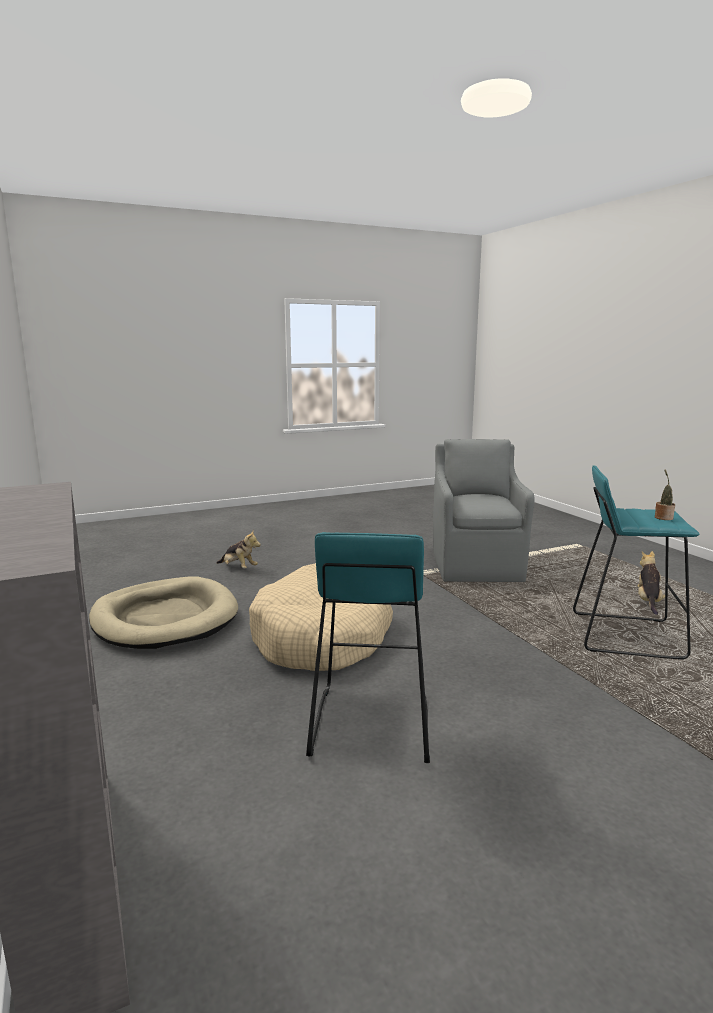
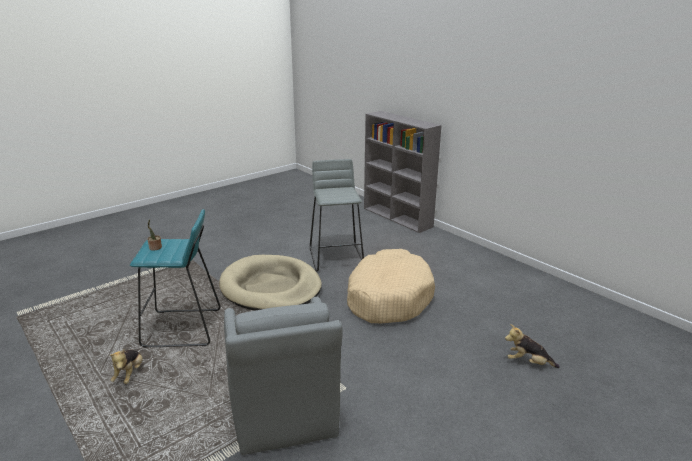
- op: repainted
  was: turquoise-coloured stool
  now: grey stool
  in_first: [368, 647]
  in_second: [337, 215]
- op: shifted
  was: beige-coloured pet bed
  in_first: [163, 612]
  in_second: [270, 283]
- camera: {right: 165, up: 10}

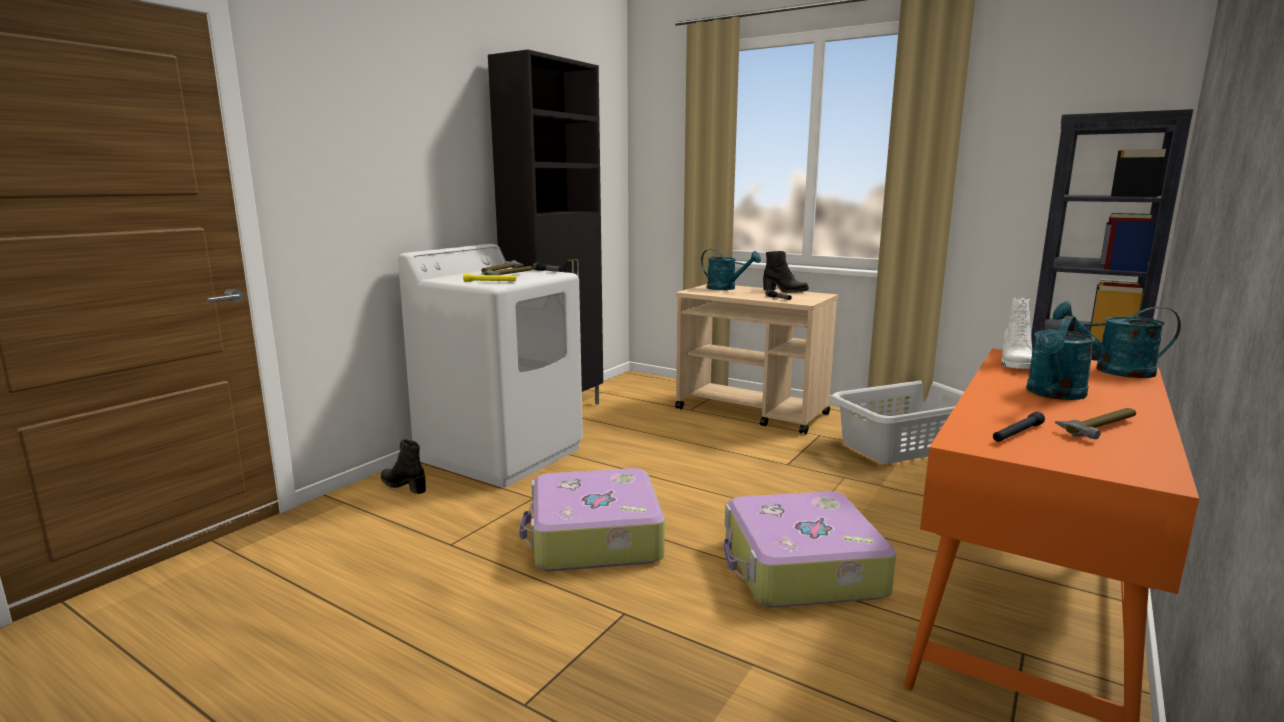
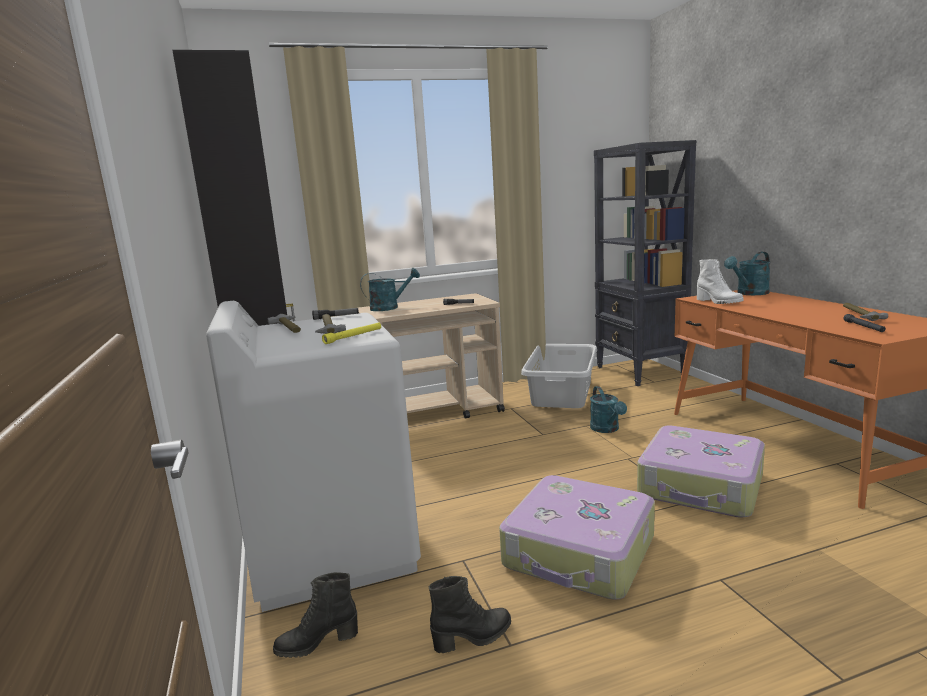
- op: shifted
  was: black-coloured high-top boot
  in_first: [786, 272]
  in_second: [469, 614]
- op: shifted
  was: turquoise-coloured watering can
  in_first: [1060, 358]
  in_second: [608, 409]
- camera: {right: -50, up: 0}

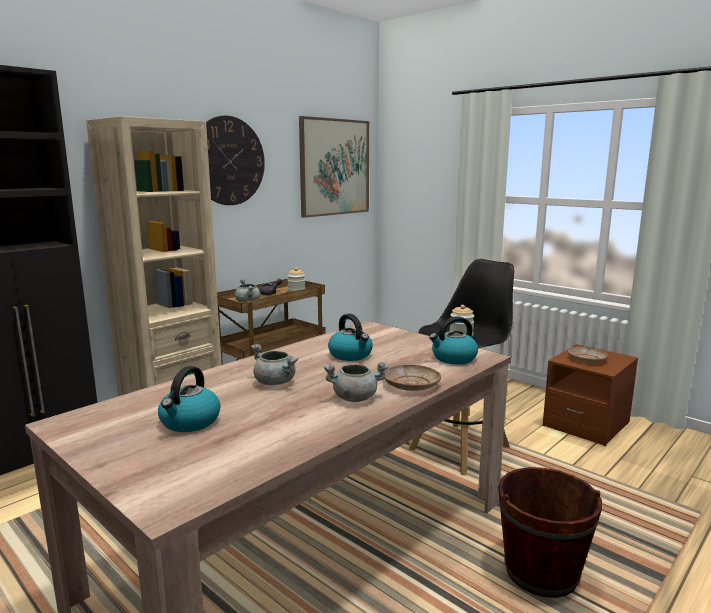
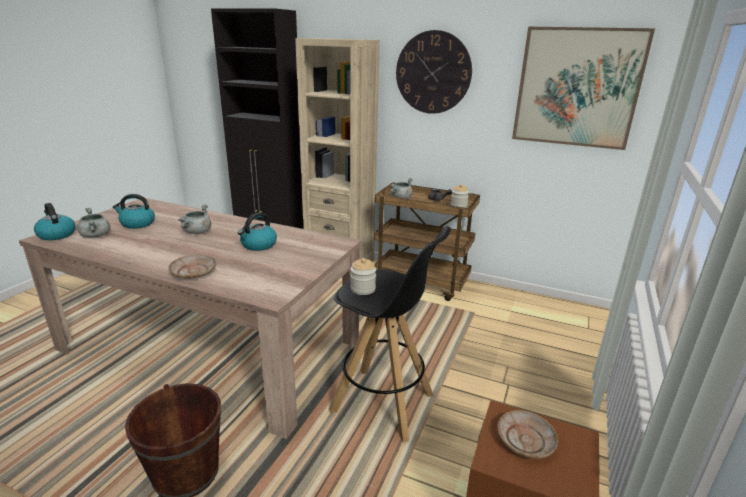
- op: shifted
  was: tea kettle
  in_first: [453, 340]
  in_second: [55, 221]
- op: shifted
  was: grey stockpot
  in_first: [356, 382]
  in_second: [93, 222]
- camera: {right: 70, up: 10}

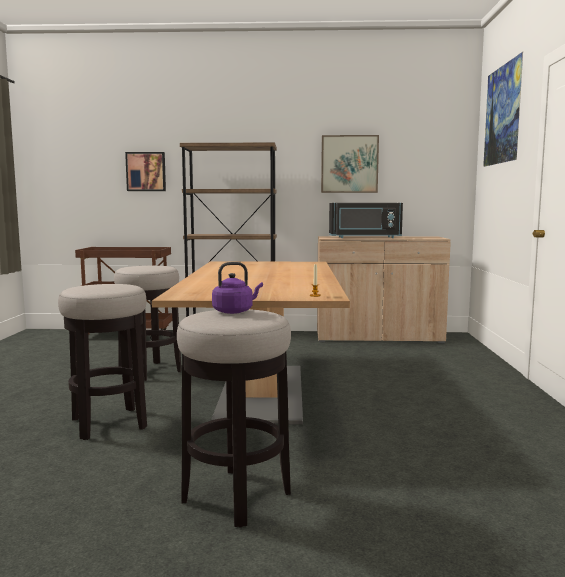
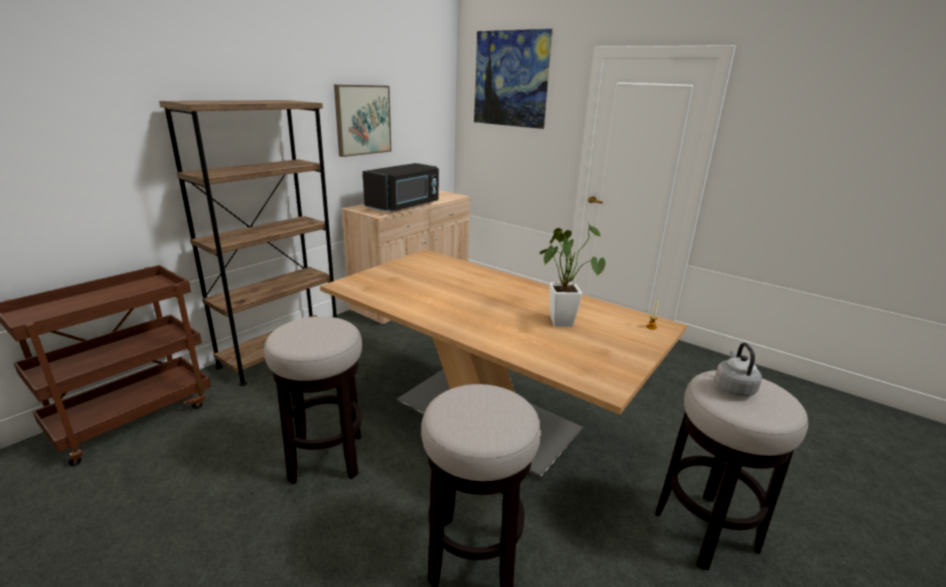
- op: gone
  was: wall art
  in_first: [145, 171]
- op: repainted
  was: purple-coloured tea kettle
  now: grey tea kettle
  in_first: [237, 288]
  in_second: [738, 370]
- op: new
  now: potted plant
  in_second: [572, 275]
- camera: {right: -55, up: 15}

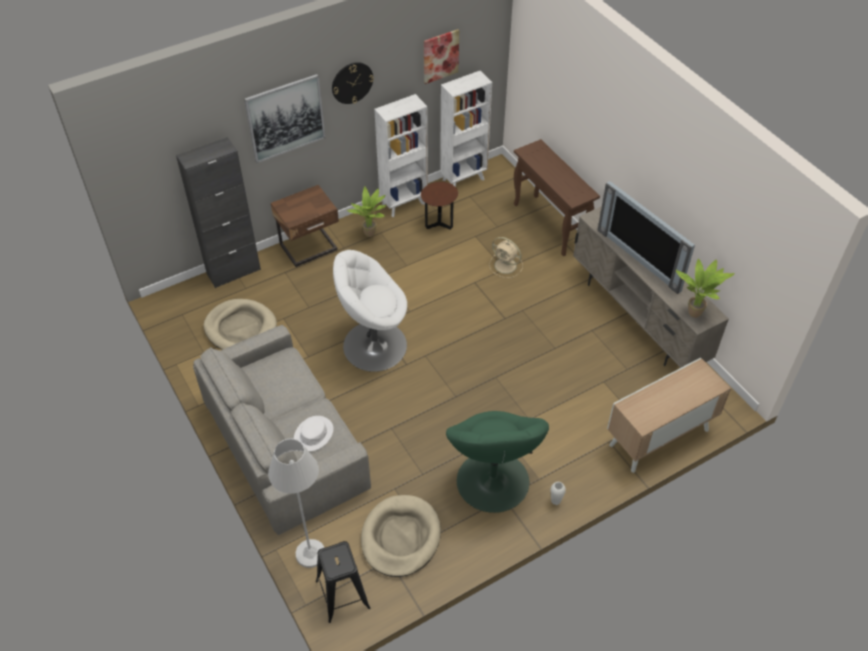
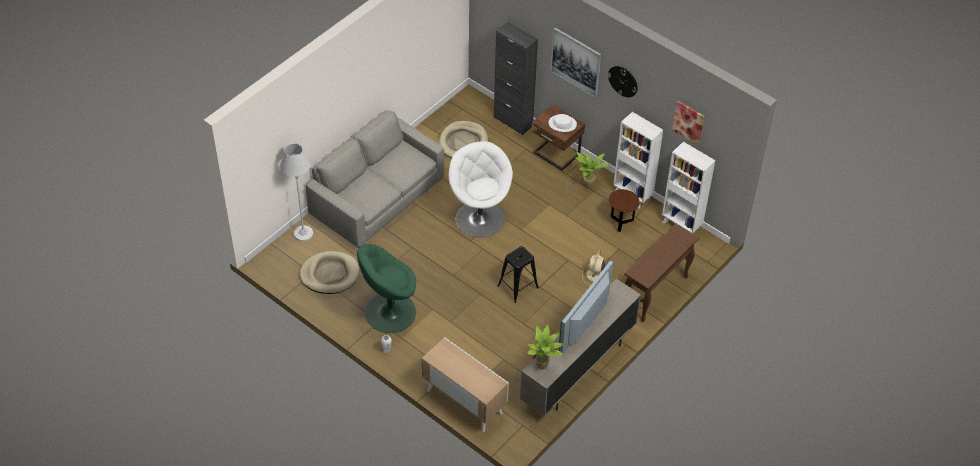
- op: shifted
  was: white-coloured hat
  in_first: [313, 433]
  in_second: [562, 123]
- op: shifted
  was: black-coloured stool
  in_first: [343, 582]
  in_second: [518, 274]
- camera: {right: 70, up: 0}

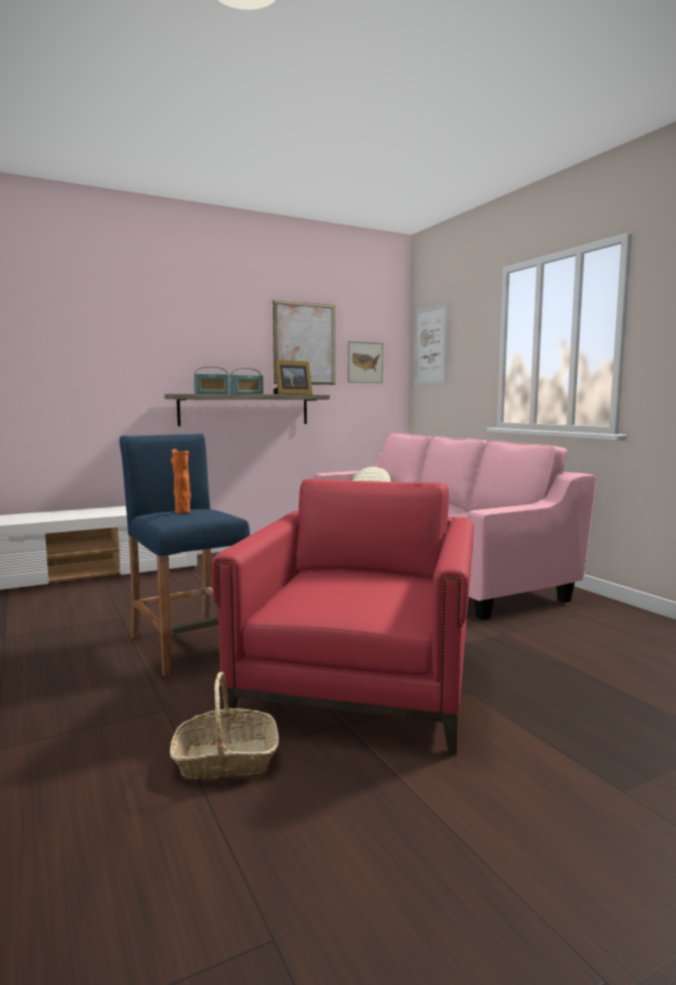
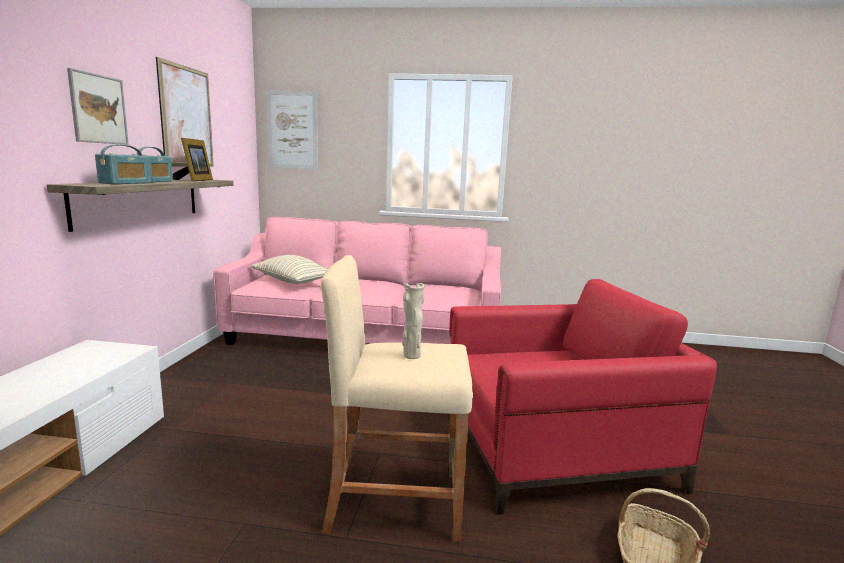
- op: shifted
  was: wall art
  in_first: [365, 362]
  in_second: [98, 106]
- op: repainted
  was: blue-coloured stool
  now: beige-coloured stool
  in_first: [184, 555]
  in_second: [397, 398]
- op: repainted
  was: orangey vase
  now: beige-coloured vase
  in_first: [181, 481]
  in_second: [414, 321]
- op: rotated
  was: reddish easy chair
  in_first: [342, 617]
  in_second: [583, 396]
  clockwise: 120
- camera: {right: -55, up: 5}

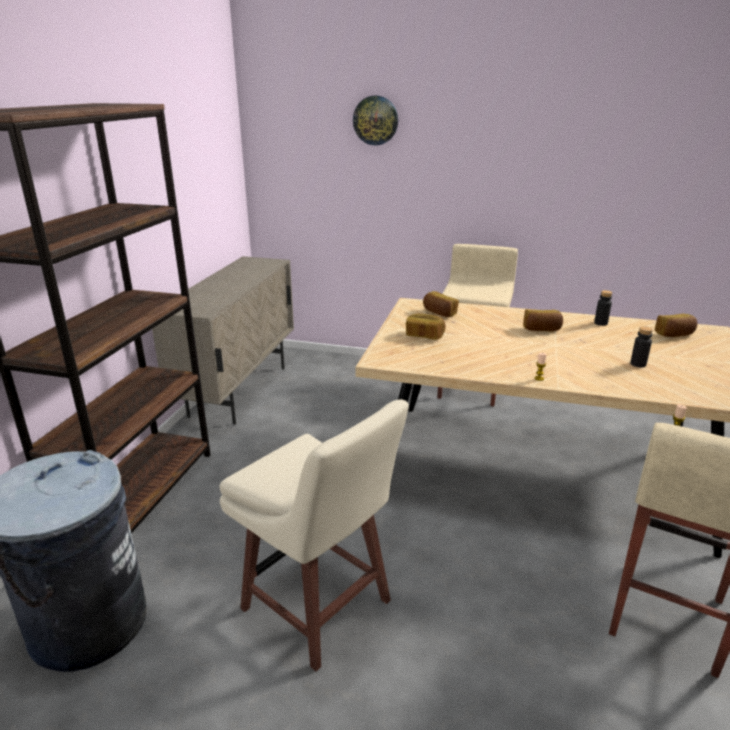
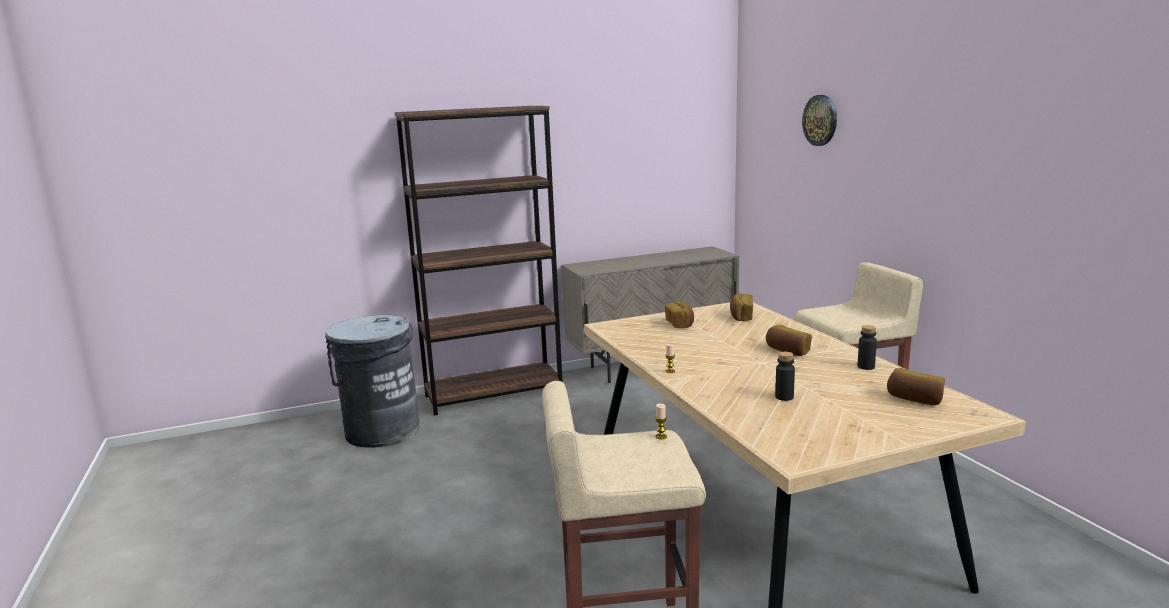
- op: gone
  was: beige-coloured stool
  in_first: [314, 535]
- camera: {right: 55, up: -10}

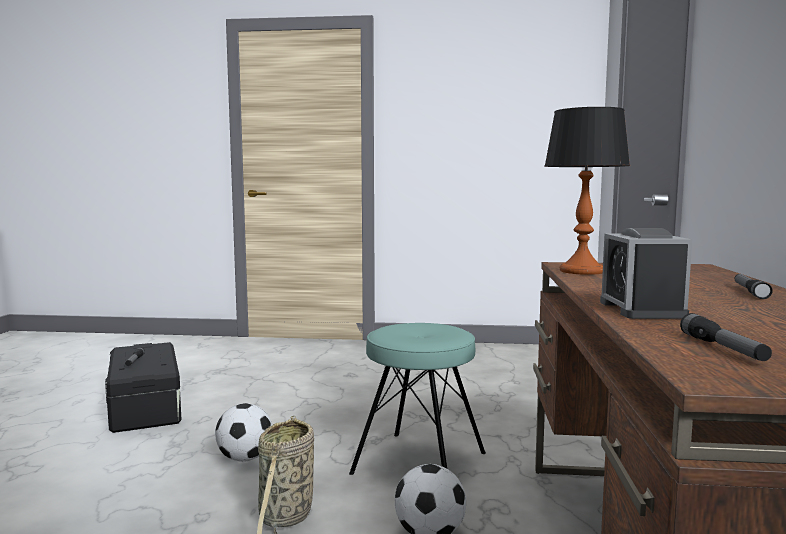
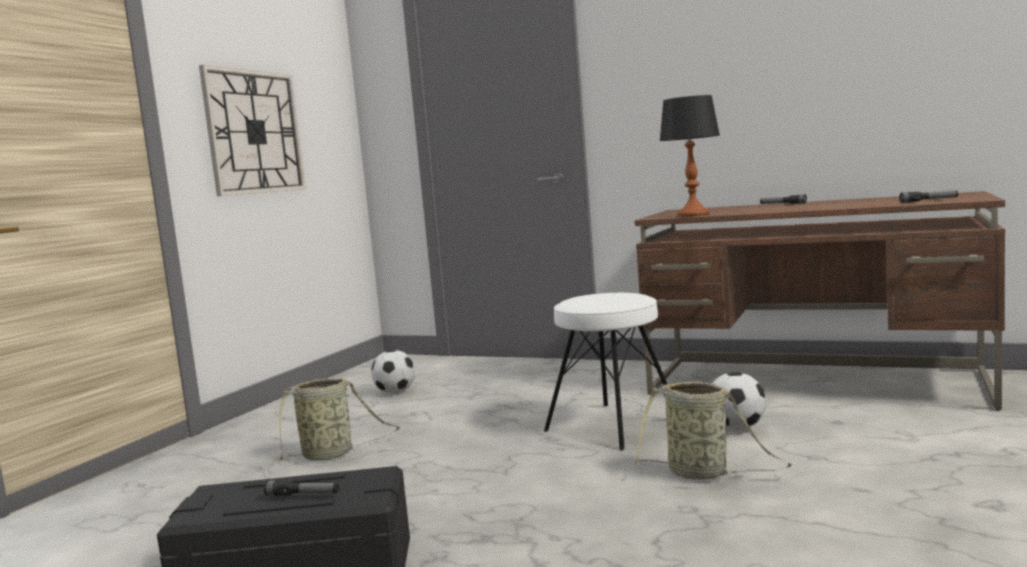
- op: gone
  was: alarm clock
  in_first: [646, 273]
- op: repainted
  was: turquoise-coloured stool
  now: white-coloured stool
  in_first: [417, 399]
  in_second: [606, 371]
- op: shifted
  was: football ball
  in_first: [243, 432]
  in_second: [393, 372]
- op: new
  now: hanging clock
  in_second: [252, 131]
- op: new
  now: basket
  in_second: [336, 419]
- camera: {right: -70, up: 0}

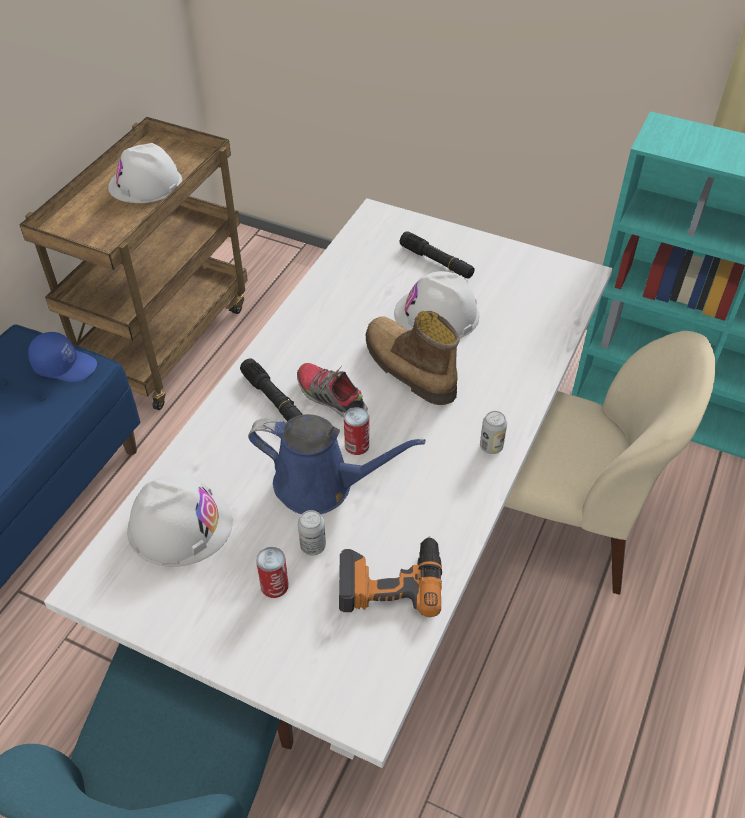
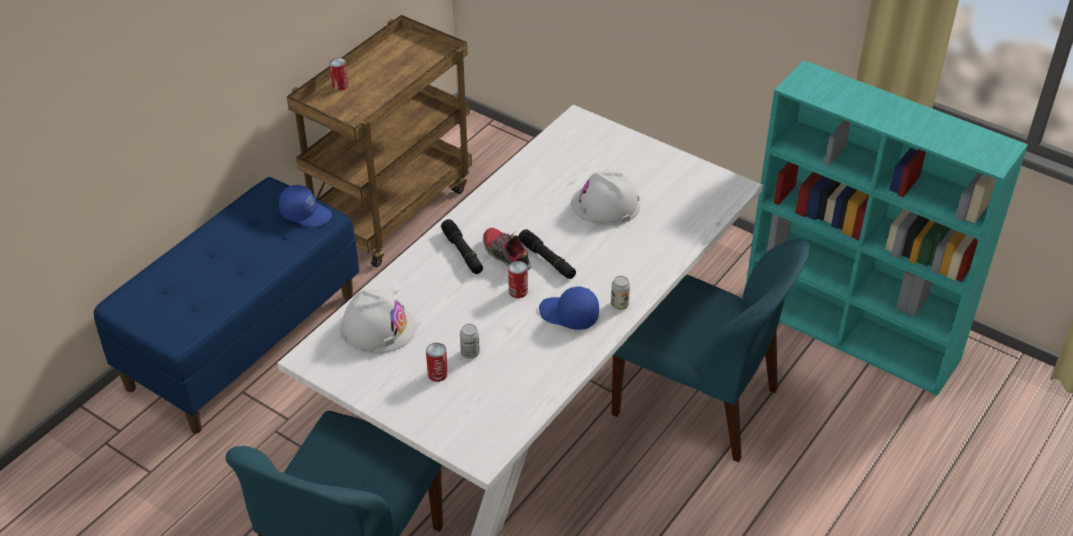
- op: gone
  was: white-coloured work helmet
  in_first: [145, 173]
- op: shifted
  was: black-coloured hand torch
  in_first: [437, 255]
  in_second: [547, 254]
- op: gone
  was: high-top boot
  in_first: [413, 358]
- op: repainted
  was: beige-coloured upright chair
  now: blue-coloured upright chair
  in_first: [609, 463]
  in_second: [711, 350]
- op: gone
  was: blue-coloured watering can
  in_first: [336, 464]
- op: gone
  was: drill
  in_first: [390, 576]
- op: new
  now: can
  in_second: [339, 74]
- op: new
  now: blue-coloured cap
  in_second: [569, 308]
- camera: {right: 10, up: -5}

